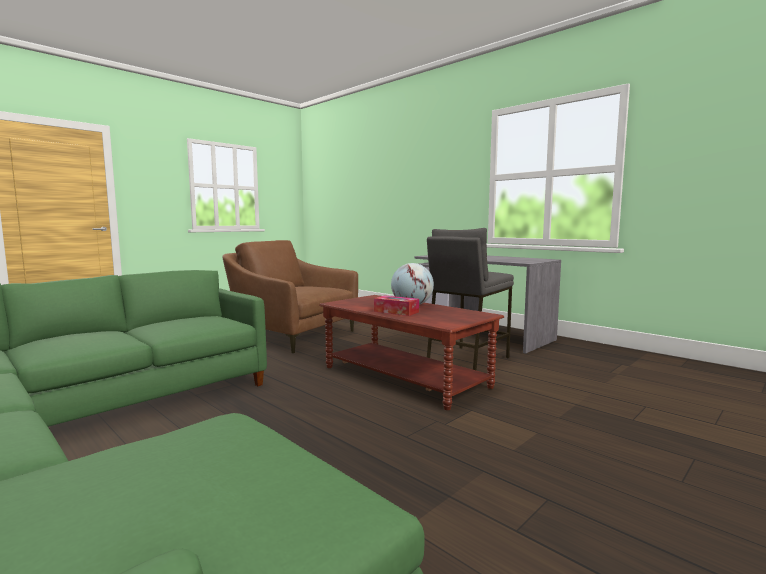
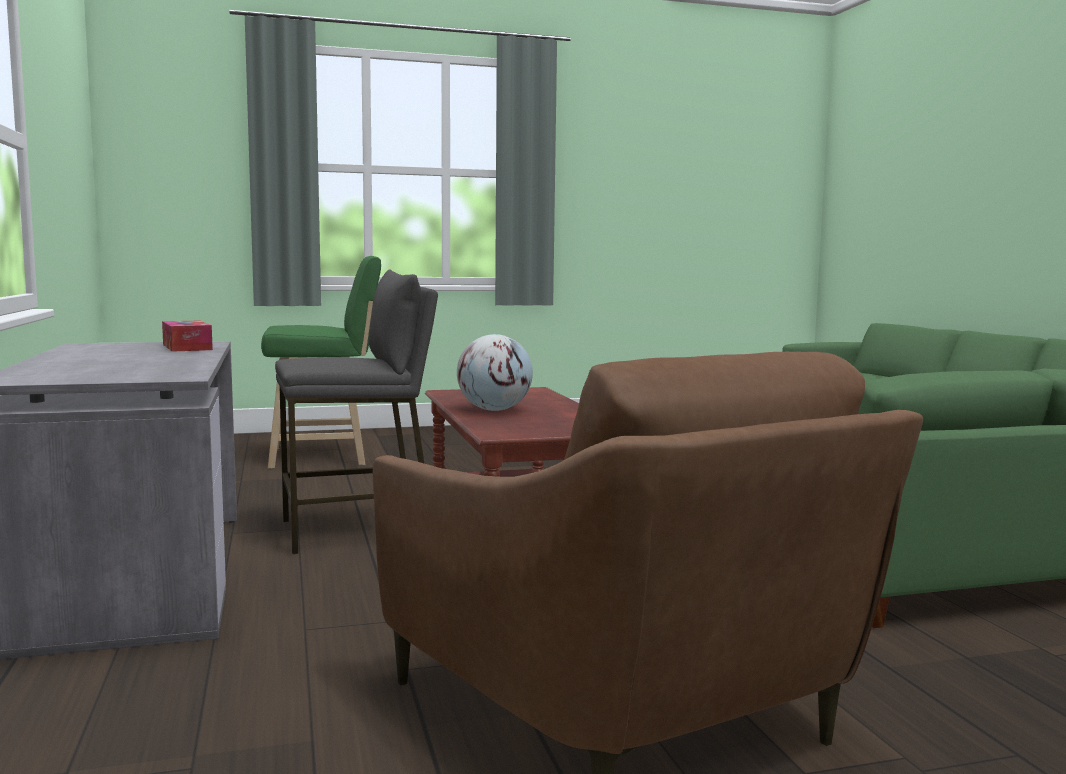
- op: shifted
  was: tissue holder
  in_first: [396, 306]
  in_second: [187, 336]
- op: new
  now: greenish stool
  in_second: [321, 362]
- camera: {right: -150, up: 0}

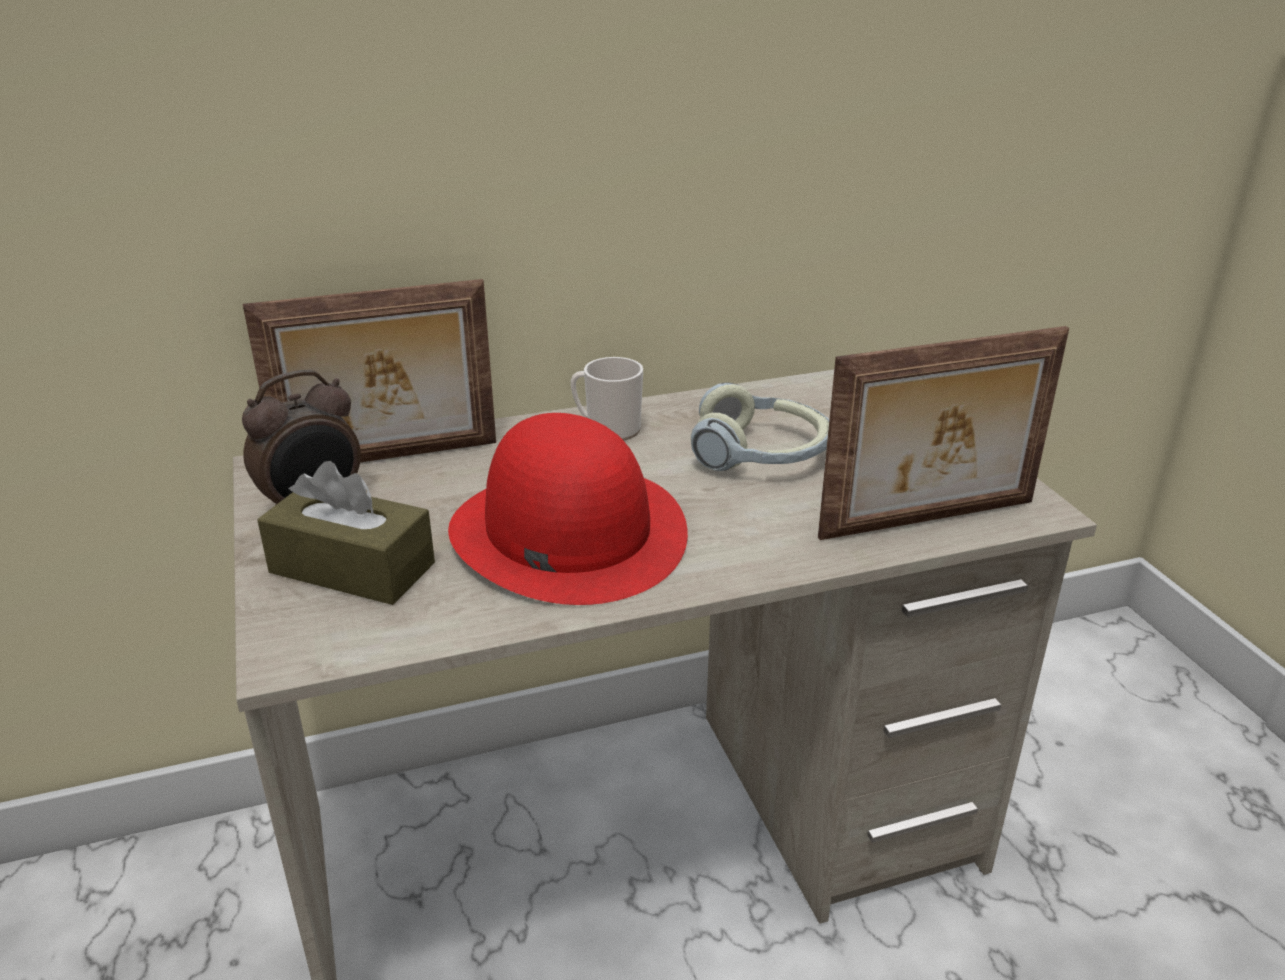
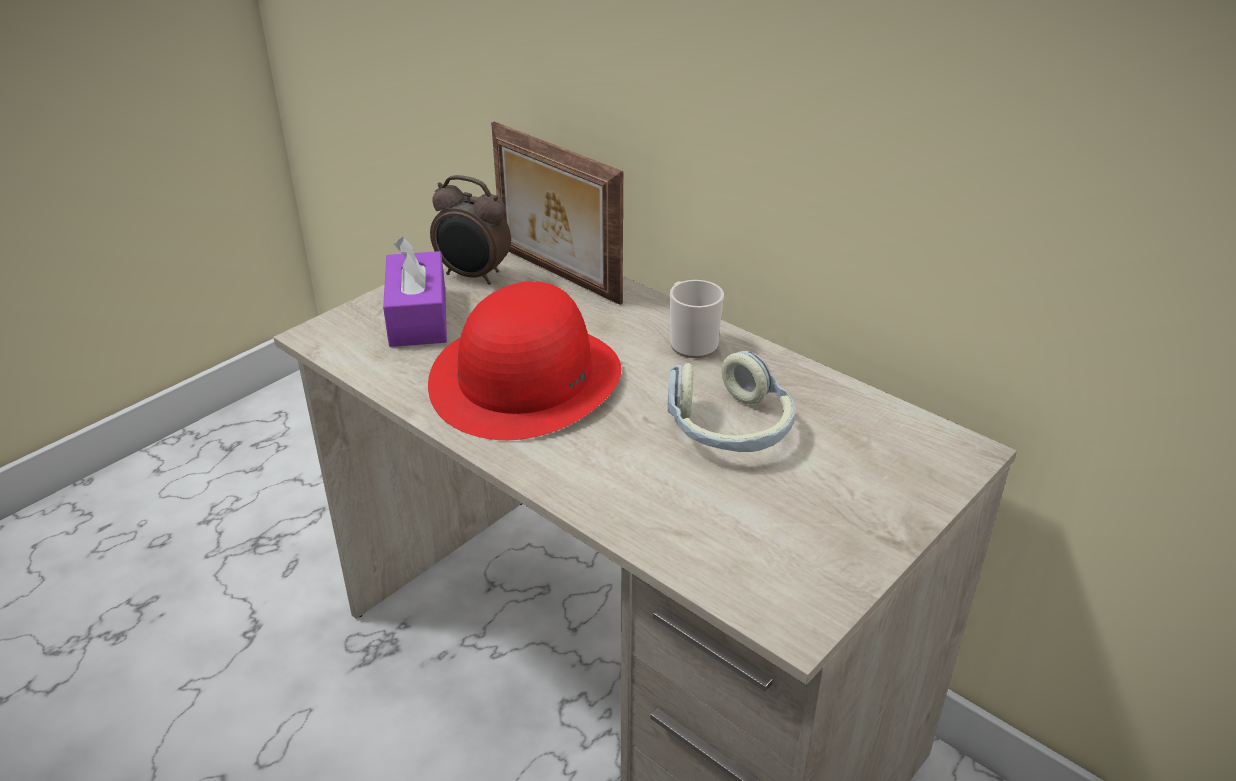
- op: gone
  was: standing frame
  in_first: [943, 433]
- op: repainted
  was: brownish tissue holder
  now: purple-coloured tissue holder
  in_first: [346, 533]
  in_second: [415, 292]
- camera: {right: 60, up: 5}

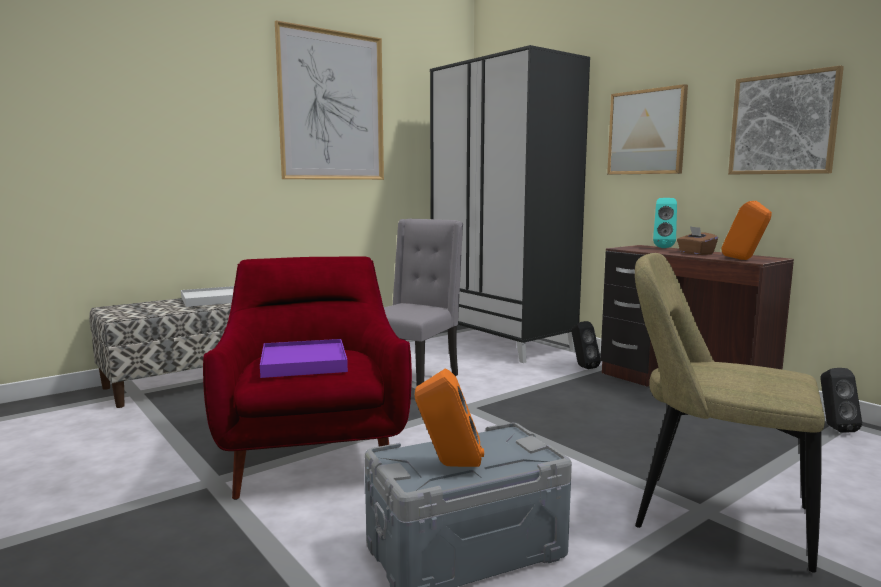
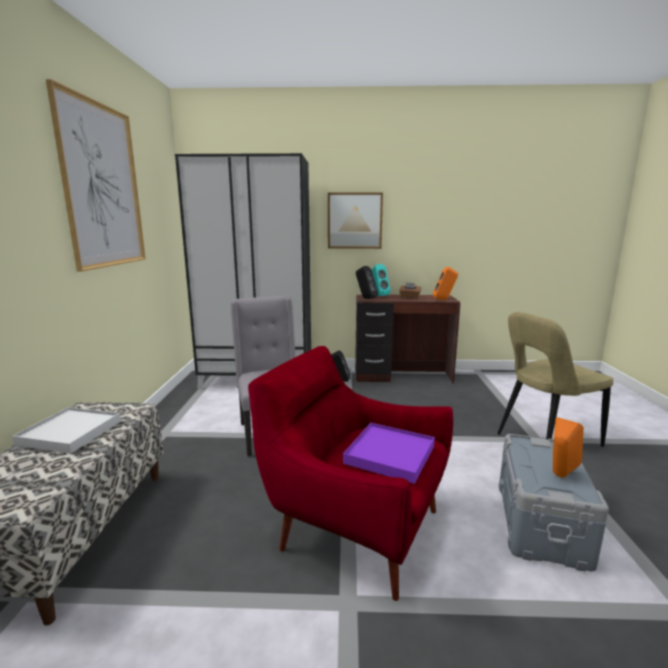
- op: gone
  was: wall art
  in_first: [786, 119]
- op: shifted
  was: black-coloured speaker
  in_first: [841, 400]
  in_second: [367, 282]
- camera: {right: -50, up: 5}

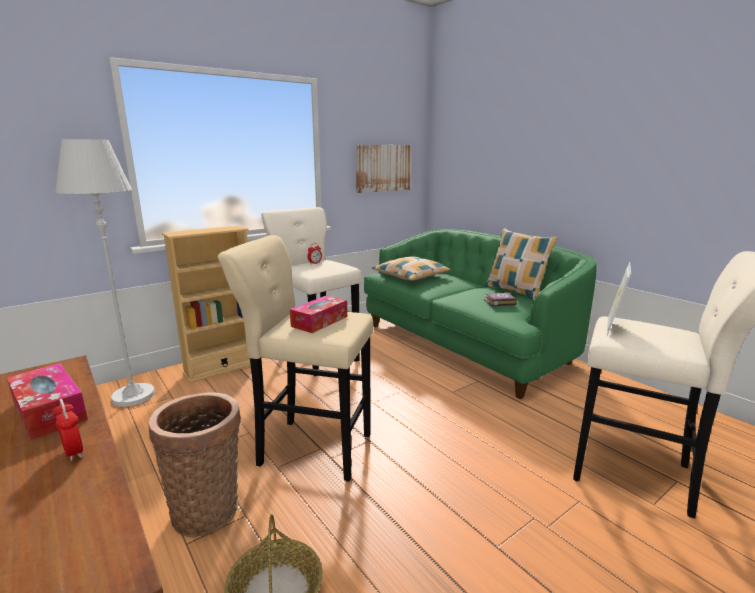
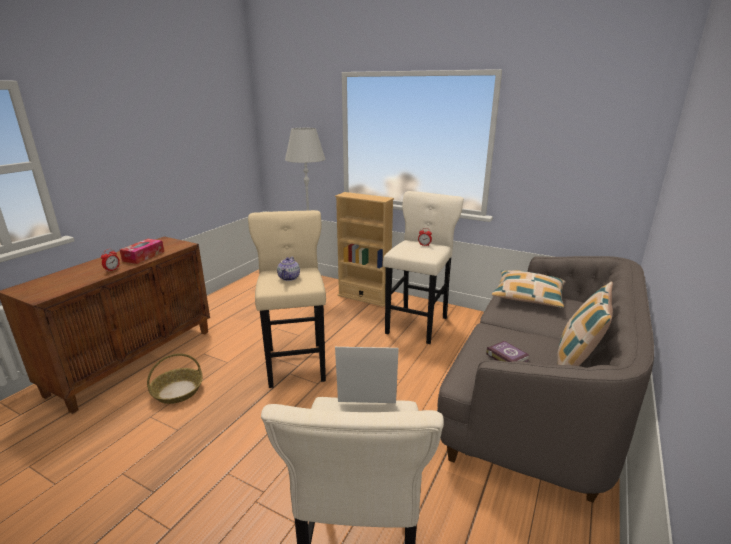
- op: gone
  was: wall art
  in_first: [384, 169]
- op: repainted
  was: greenish sofa
  now: grey sofa
  in_first: [480, 314]
  in_second: [545, 379]
- op: swapped
  was: tissue holder
  now: teapot
  in_first: [318, 314]
  in_second: [288, 269]
- op: gone
  was: basket
  in_first: [195, 464]
- camera: {right: 65, up: 5}

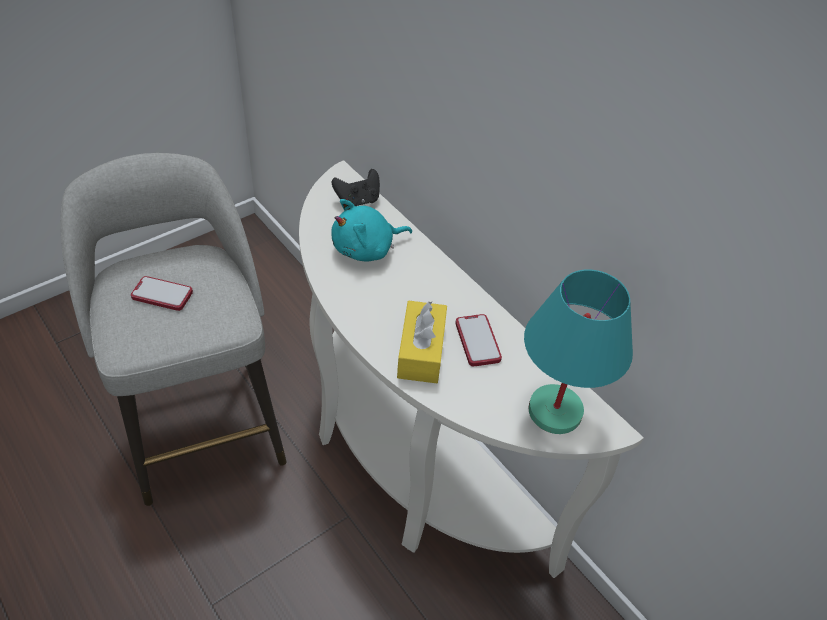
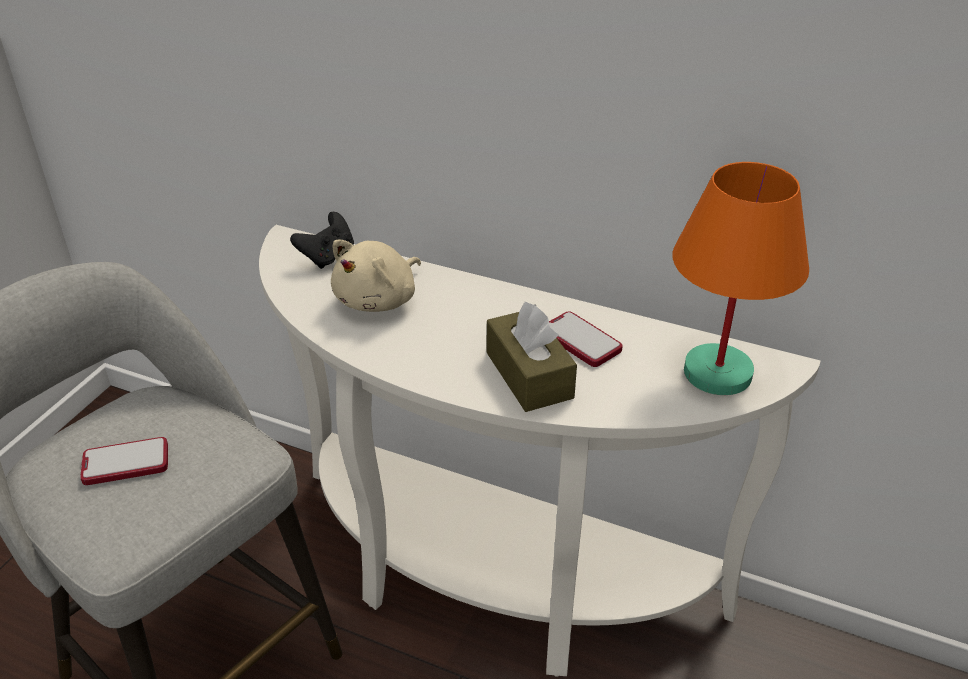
- op: repainted
  was: turquoise-coloured cuddly toy
  now: beige-coloured cuddly toy
  in_first: [371, 230]
  in_second: [376, 275]
- op: repainted
  was: turquoise-coloured lamp for a table
  now: orangey lamp for a table
  in_first: [578, 351]
  in_second: [740, 278]
- op: repainted
  was: yellow tissue holder
  now: brownish tissue holder
  in_first: [422, 342]
  in_second: [532, 357]
- camera: {right: -25, up: -10}

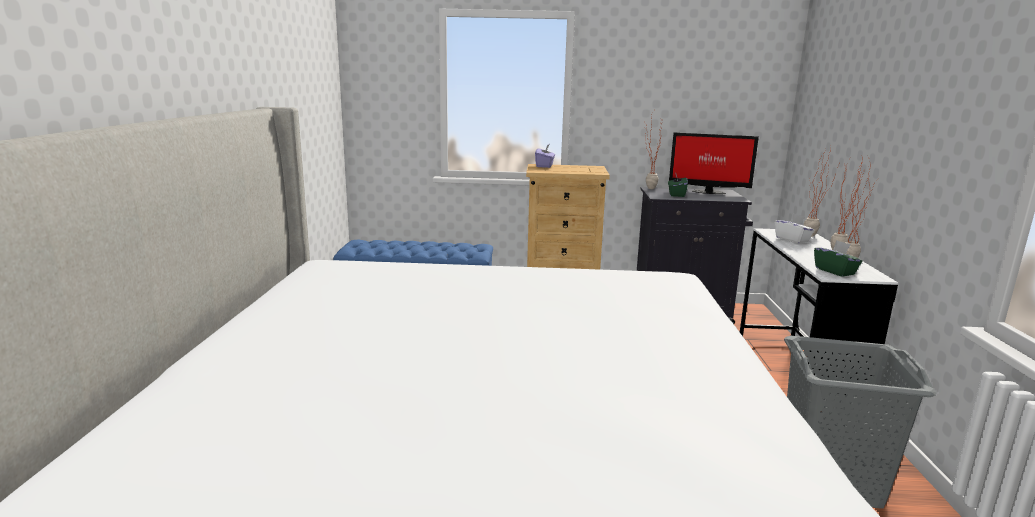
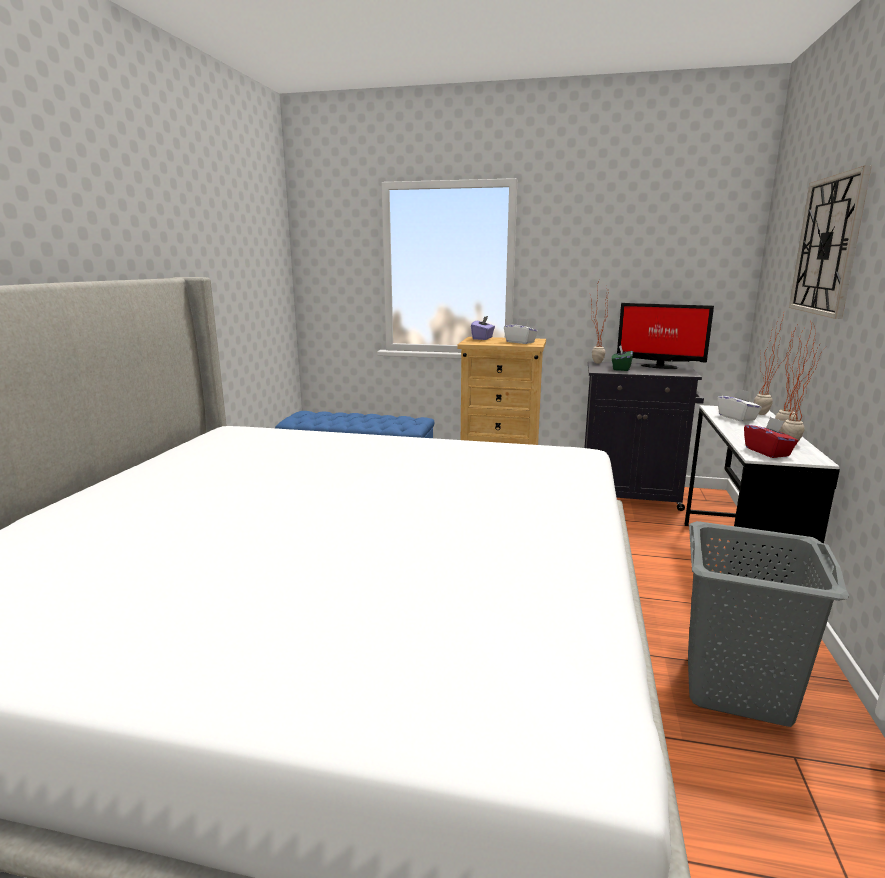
- op: repainted
  was: greenish tissue holder
  now: reddish tissue holder
  in_first: [838, 258]
  in_second: [771, 437]
- op: new
  now: hanging clock
  in_second: [830, 242]
- op: new
  now: white-coloured tissue holder
  in_second: [521, 331]
- camera: {right: 10, up: 0}

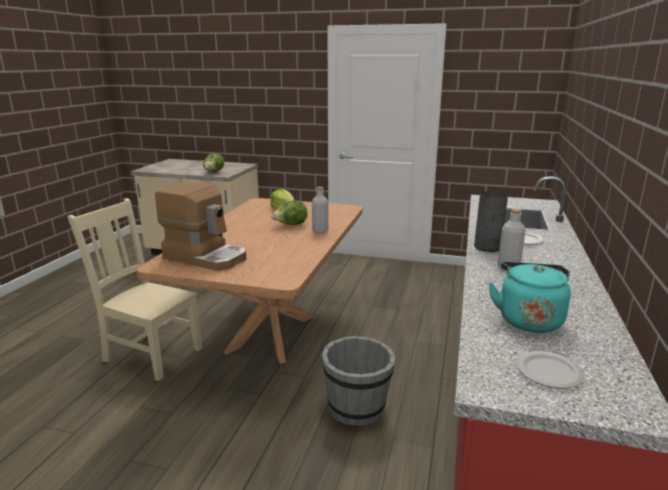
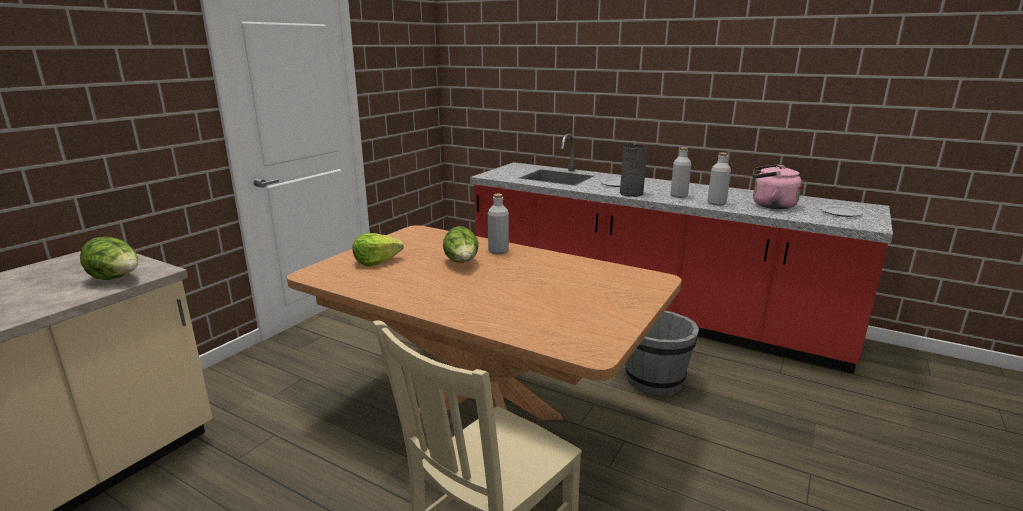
- op: gone
  was: coffee maker
  in_first: [200, 226]
- op: repainted
  was: turquoise-coloured tea kettle
  now: pink tea kettle
  in_first: [530, 297]
  in_second: [777, 186]
- op: new
  now: grey bottle
  in_second: [719, 179]
- camera: {right: -75, up: 0}

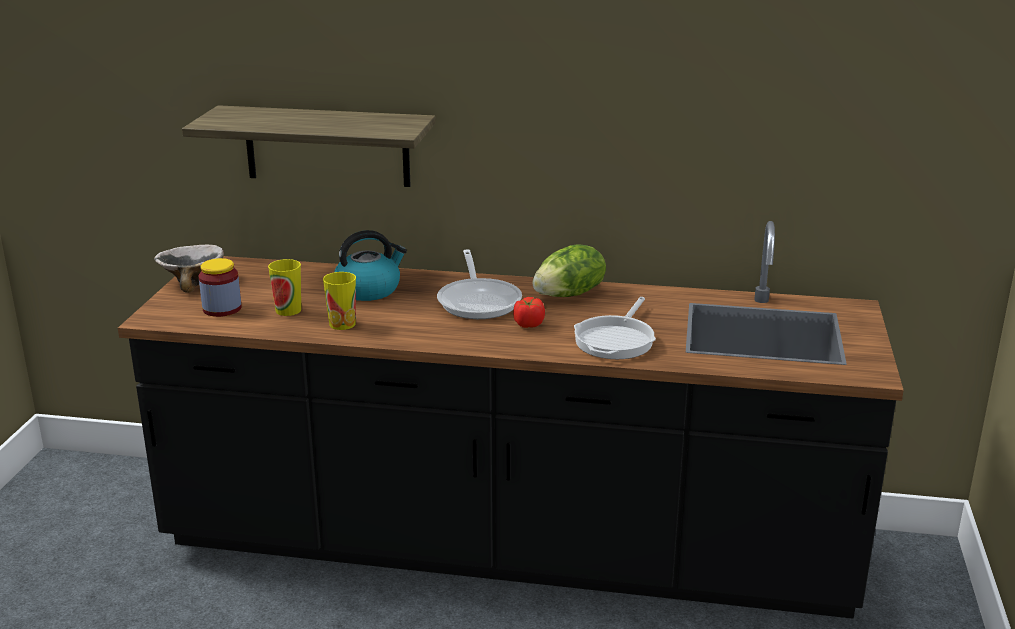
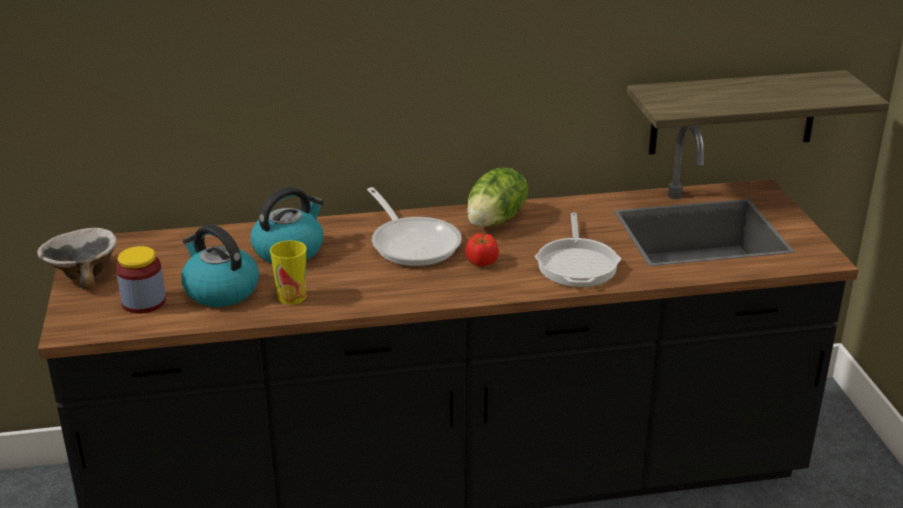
- op: shifted
  was: bracket shelf
  in_first: [309, 146]
  in_second: [758, 112]
- op: swapped
  was: small cup
  now: tea kettle
  in_first: [284, 287]
  in_second: [220, 265]
- camera: {right: -20, up: 5}

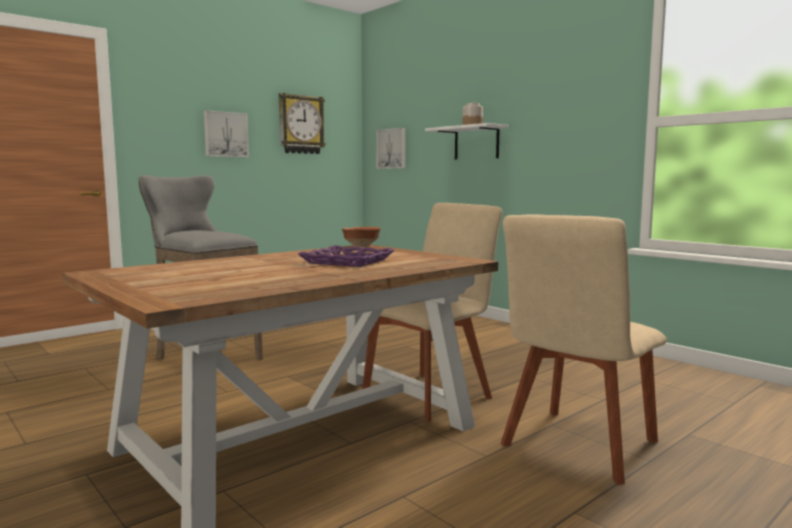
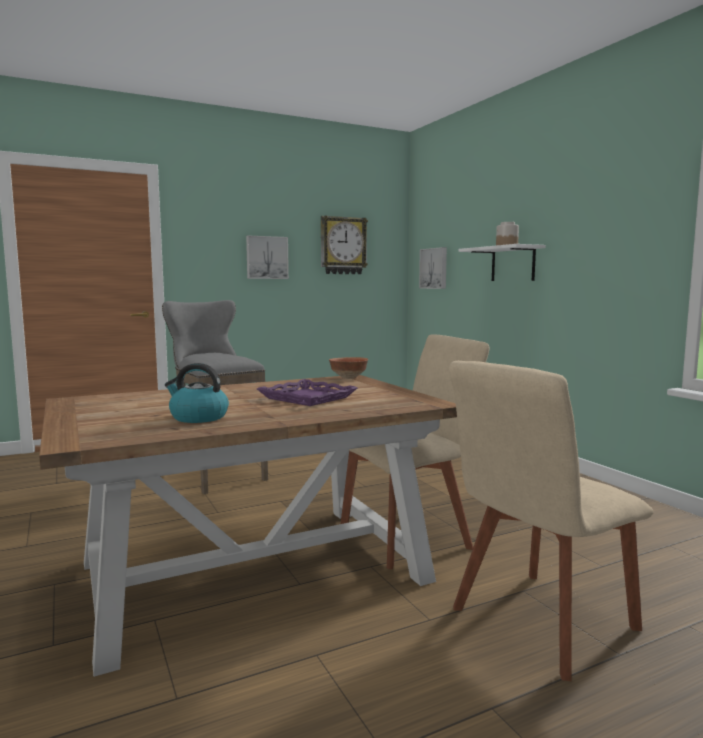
- op: new
  now: tea kettle
  in_second: [197, 393]
- camera: {right: 15, up: 0}

